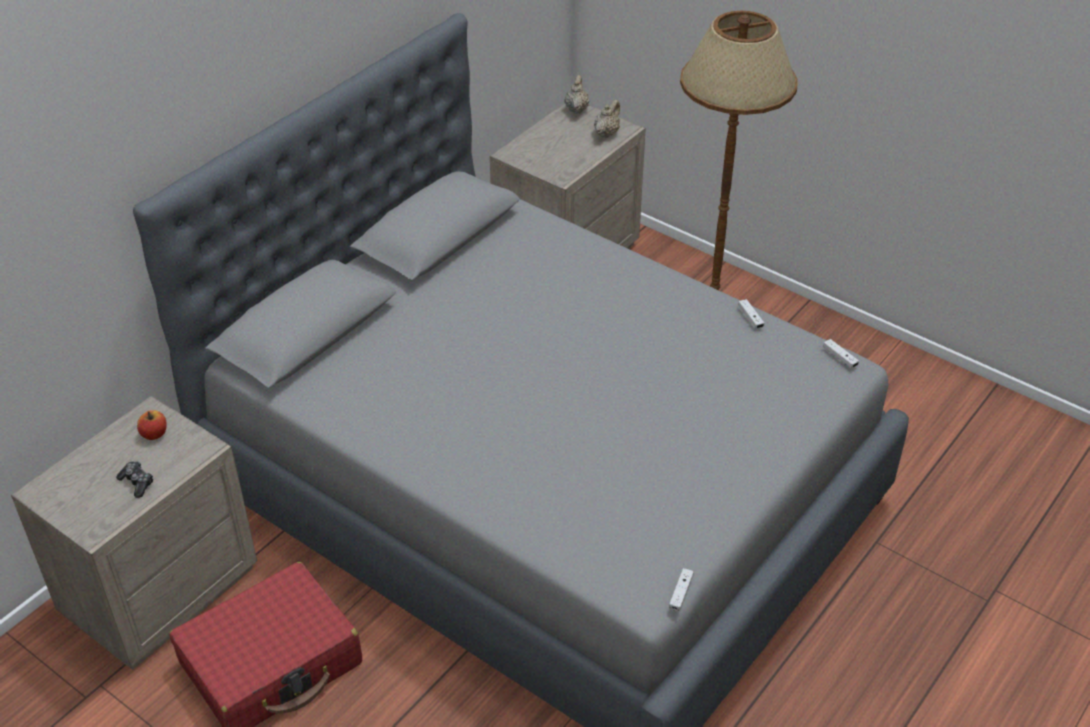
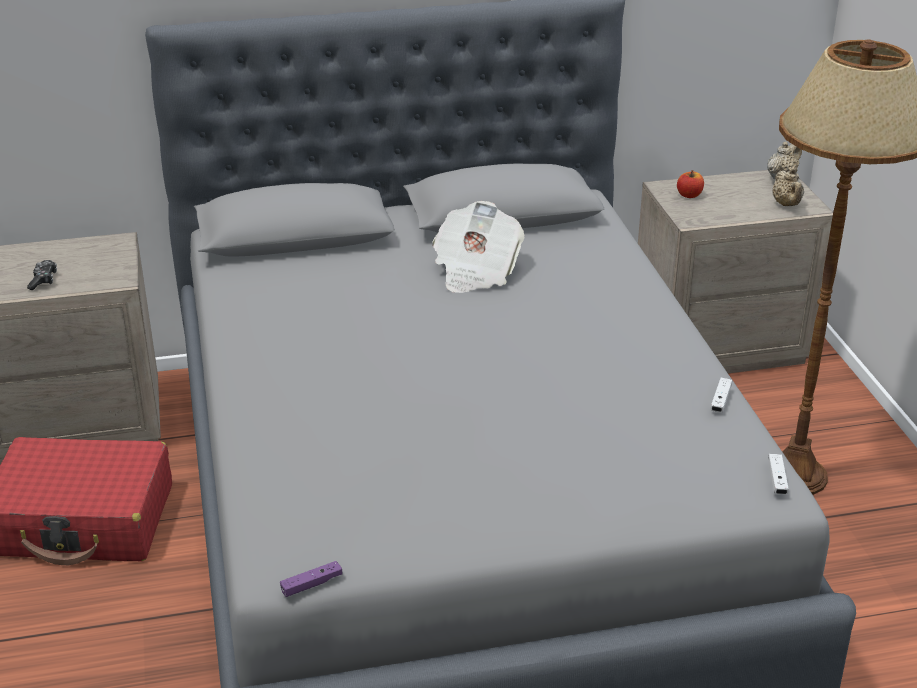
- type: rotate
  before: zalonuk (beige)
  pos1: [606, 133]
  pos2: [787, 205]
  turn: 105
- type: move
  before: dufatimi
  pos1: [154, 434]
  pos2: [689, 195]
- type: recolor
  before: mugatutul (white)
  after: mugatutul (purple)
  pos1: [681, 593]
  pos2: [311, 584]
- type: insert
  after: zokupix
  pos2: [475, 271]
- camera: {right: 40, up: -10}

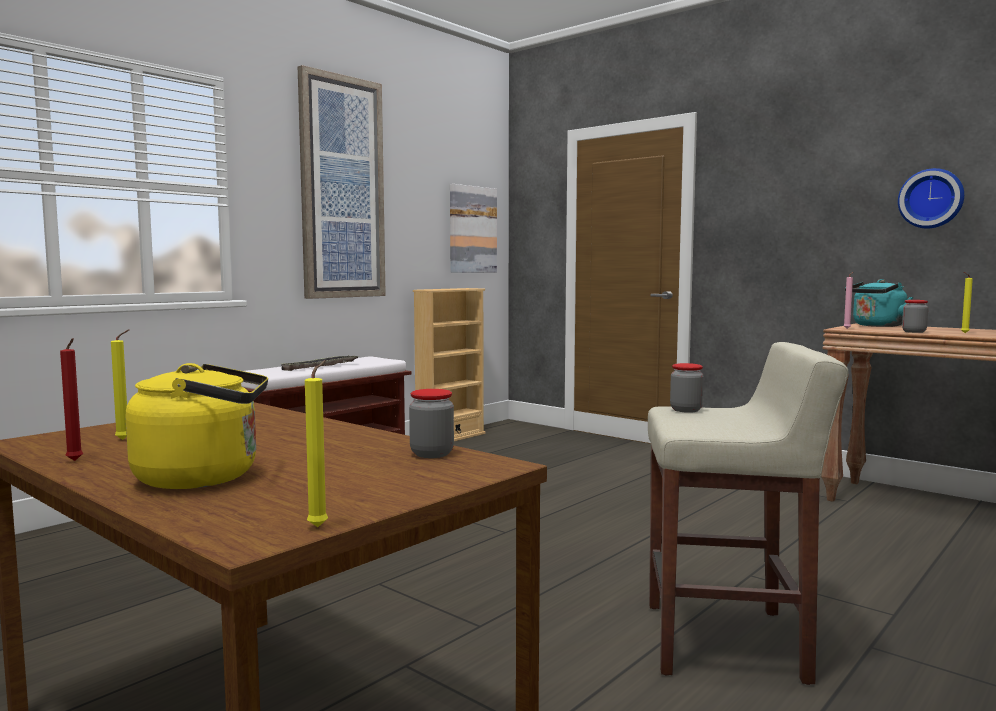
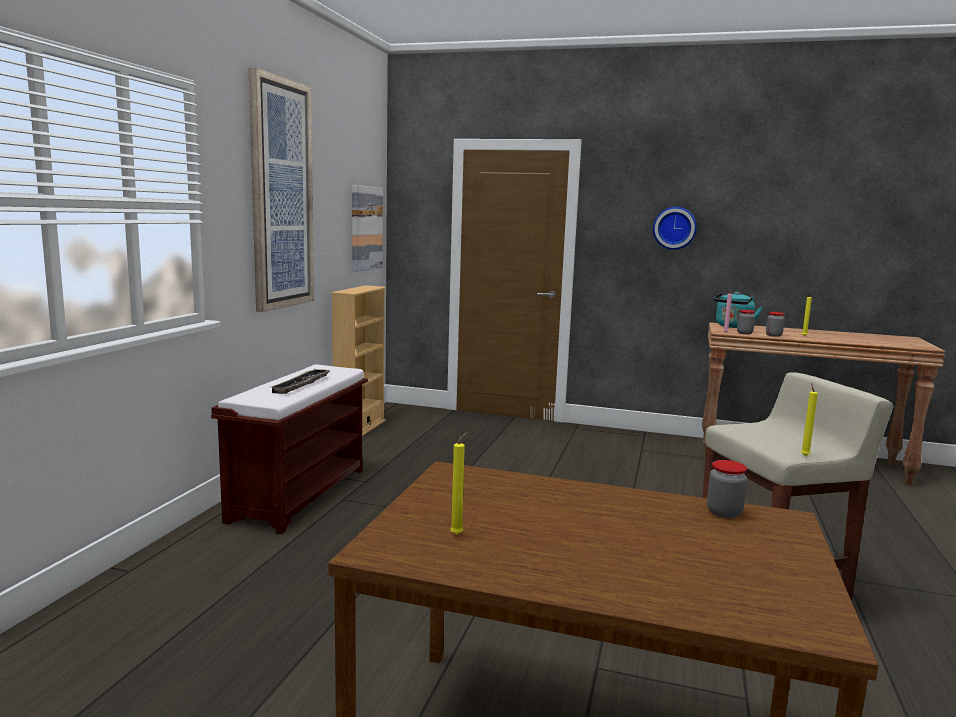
- type: move
  before: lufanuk
  pos1: [931, 199]
  pos2: [674, 228]
- type: delete
  before: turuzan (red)
  pos1: [75, 461]
- type: move
  before: turuzan (yellow)
  pos1: [320, 526]
  pos2: [804, 455]
- type: delete
  before: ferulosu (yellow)
  pos1: [205, 477]
- type: move
  before: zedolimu
  pos1: [686, 410]
  pos2: [744, 333]
- camera: {right: -25, up: 5}

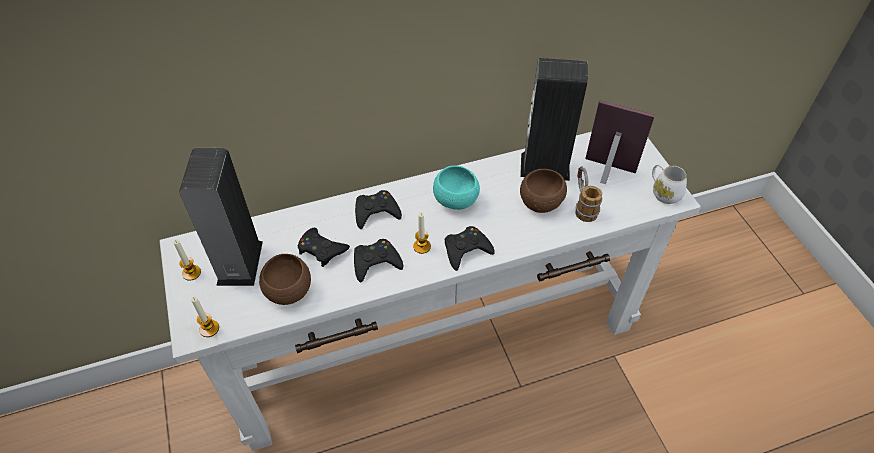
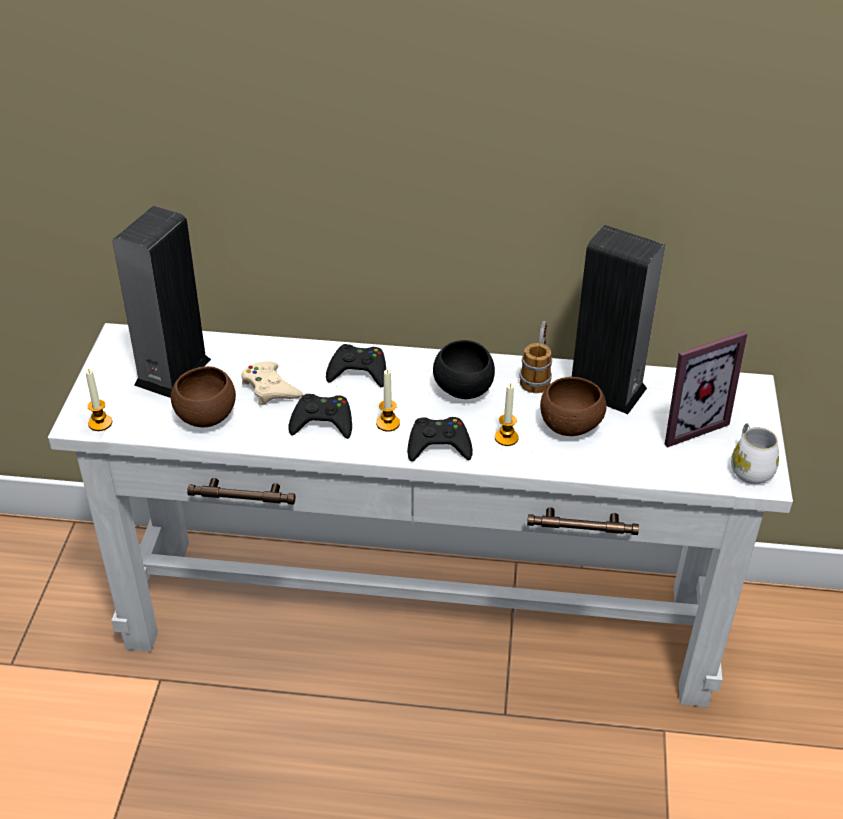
- type: rotate
  before: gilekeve
  pos1: [607, 174]
  pos2: [685, 422]
  turn: 105
- type: recolor
  before: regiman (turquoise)
  after: regiman (black)
  pos1: [455, 201]
  pos2: [463, 390]
- type: move
  before: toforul
  pos1: [582, 205]
  pos2: [536, 375]
- type: recolor
  before: mugatutul (black)
  after: mugatutul (beige)
  pos1: [321, 249]
  pos2: [270, 388]
- type: move
  before: turuzan
  pos1: [191, 273]
  pos2: [506, 438]
- camera: {right: 25, up: -10}

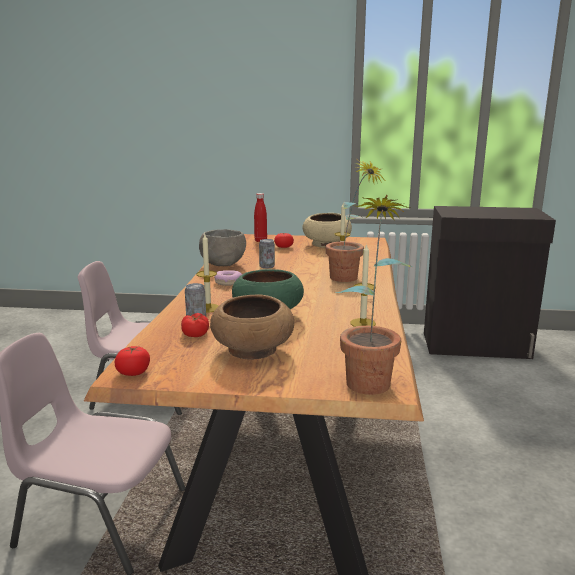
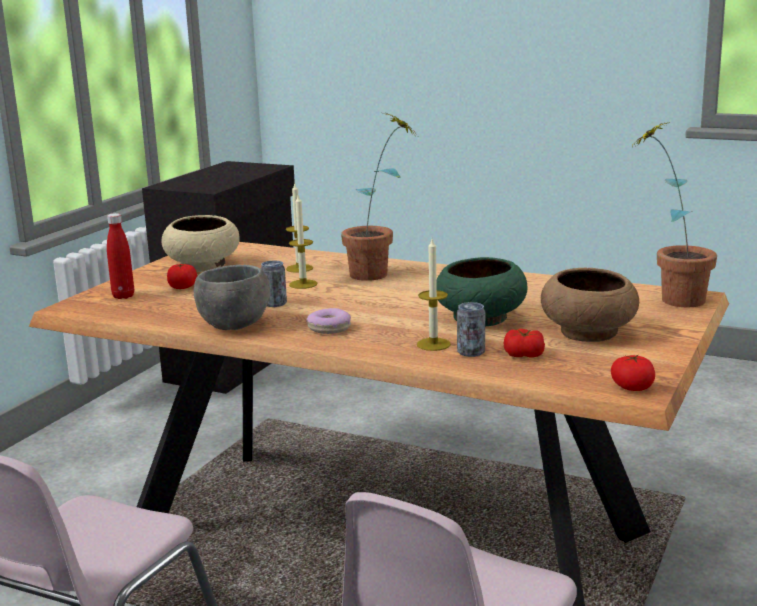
- type: move
  before: turuzan
  pos1: [363, 323]
  pos2: [303, 284]
- camera: {right: -70, up: 0}

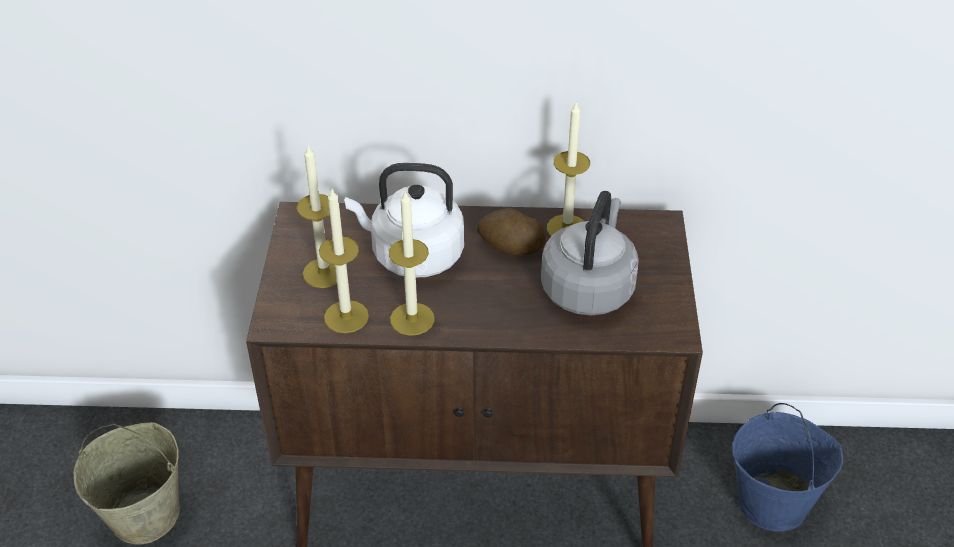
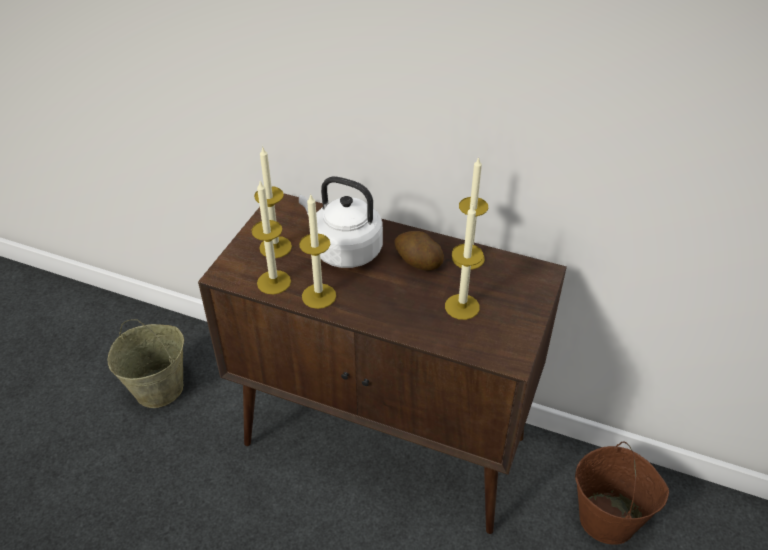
- type: replace
  before: ferulosu (grey)
  after: turuzan
  pos1: [589, 287]
  pos2: [462, 306]
- type: recolor
  before: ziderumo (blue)
  after: ziderumo (brown)
  pos1: [774, 503]
  pos2: [608, 519]
- camera: {right: 20, up: 0}

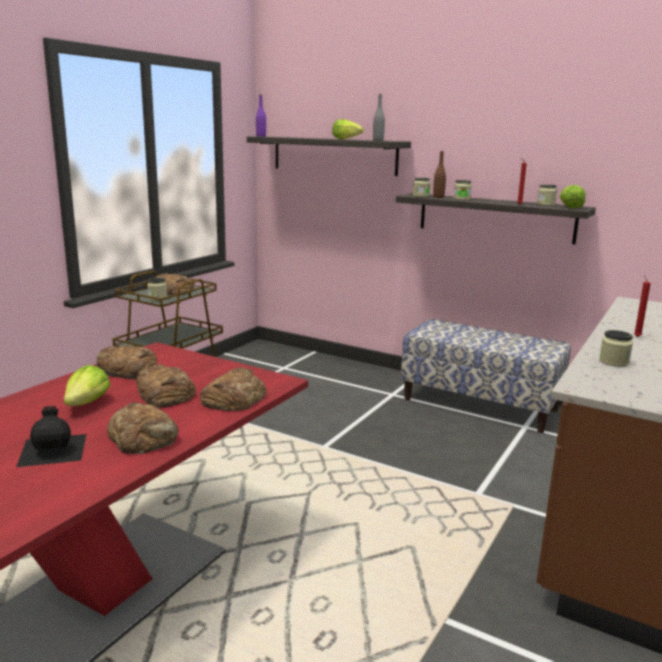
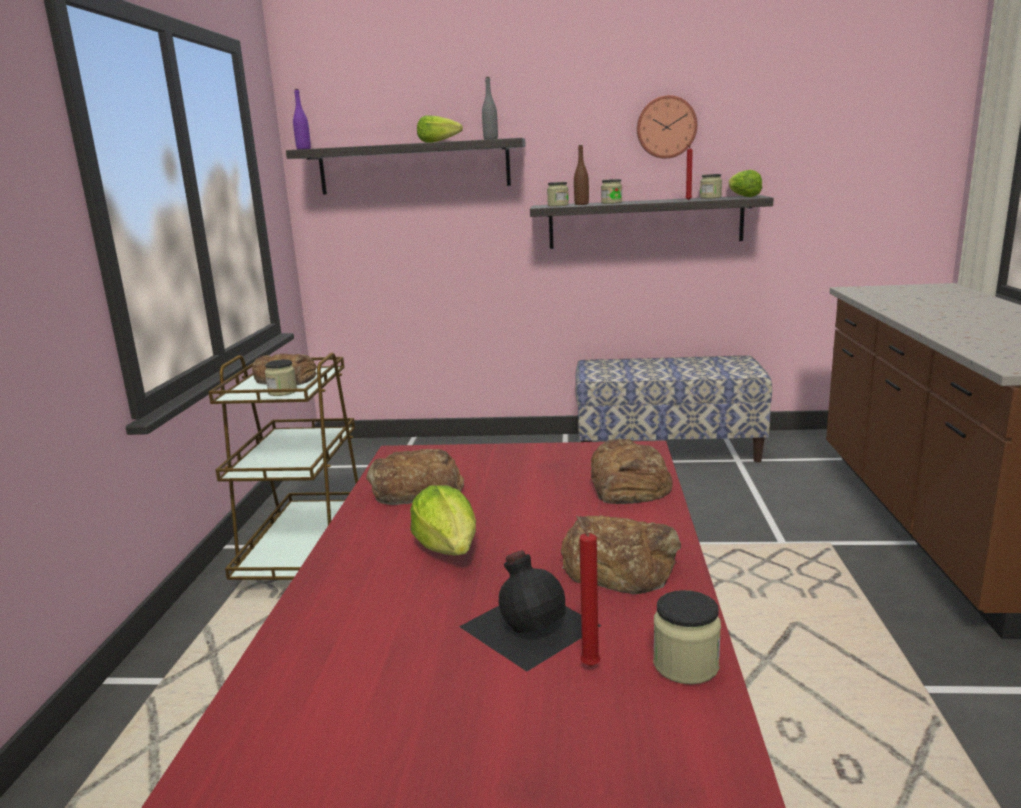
- type: move
  before: turuzan (red)
  pos1: [636, 336]
  pos2: [588, 664]
- type: move
  before: zedolimu
  pos1: [614, 362]
  pos2: [685, 665]
- type: delete
  before: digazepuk
  pos1: [164, 394]
- type: insert
  after: lufanuk
  pos2: [666, 127]
- camera: {right: -25, up: 0}

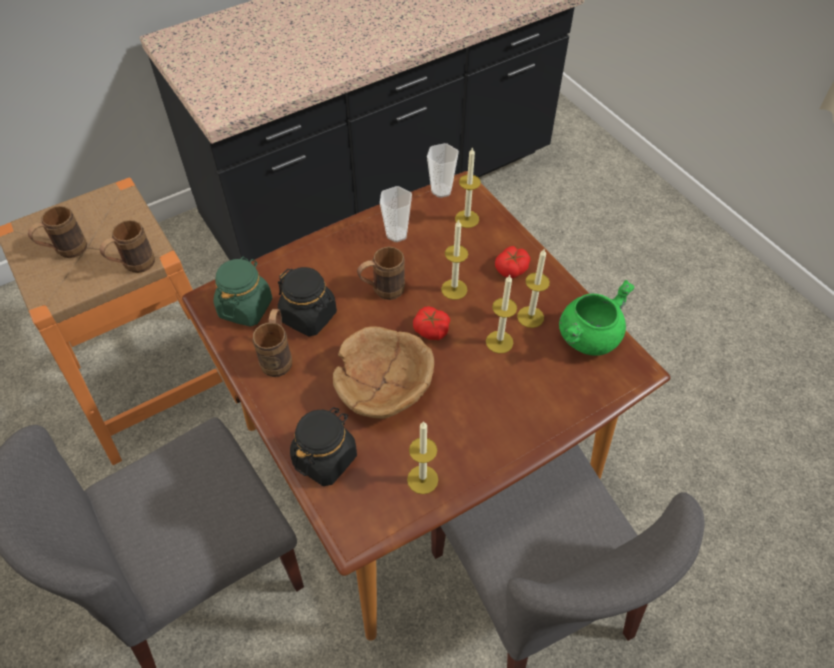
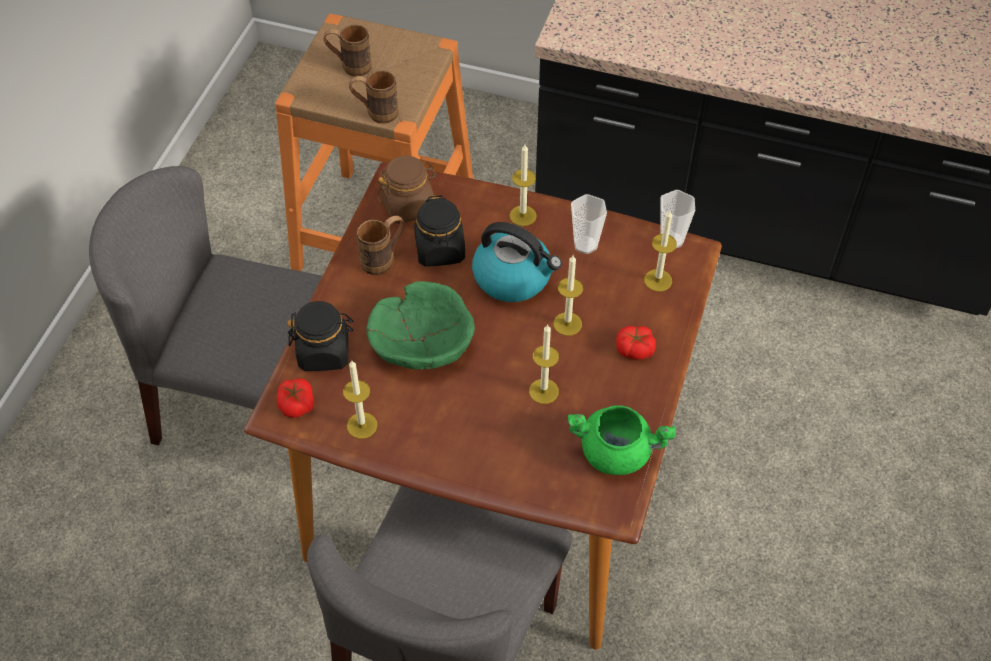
- type: replace
  before: toforul (brown)
  after: ferulosu
  pos1: [382, 291]
  pos2: [513, 277]
- type: move
  before: turuzan
  pos1: [530, 317]
  pos2: [523, 215]
- type: recolor
  before: zedolimu (green)
  after: zedolimu (brown)
  pos1: [245, 307]
  pos2: [408, 206]
- type: move
  before: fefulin
  pos1: [431, 330]
  pos2: [296, 404]
- type: recolor
  before: regiman (brown)
  after: regiman (green)
  pos1: [384, 385]
  pos2: [423, 343]
- camera: {right: 50, up: 0}

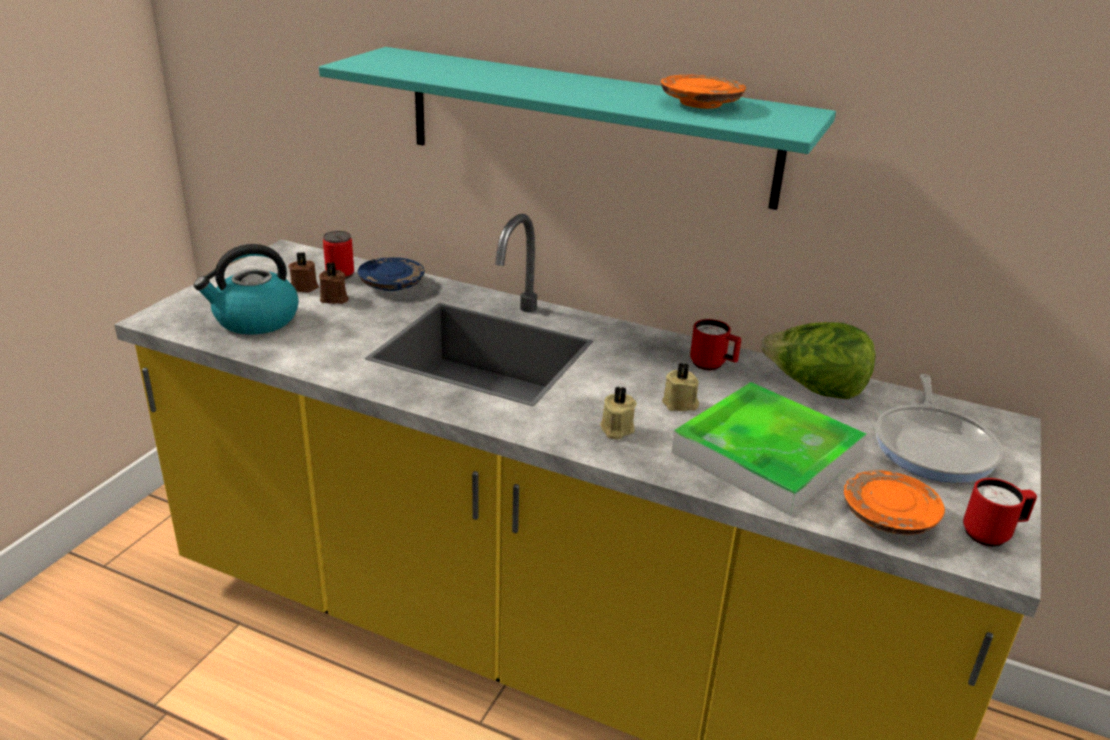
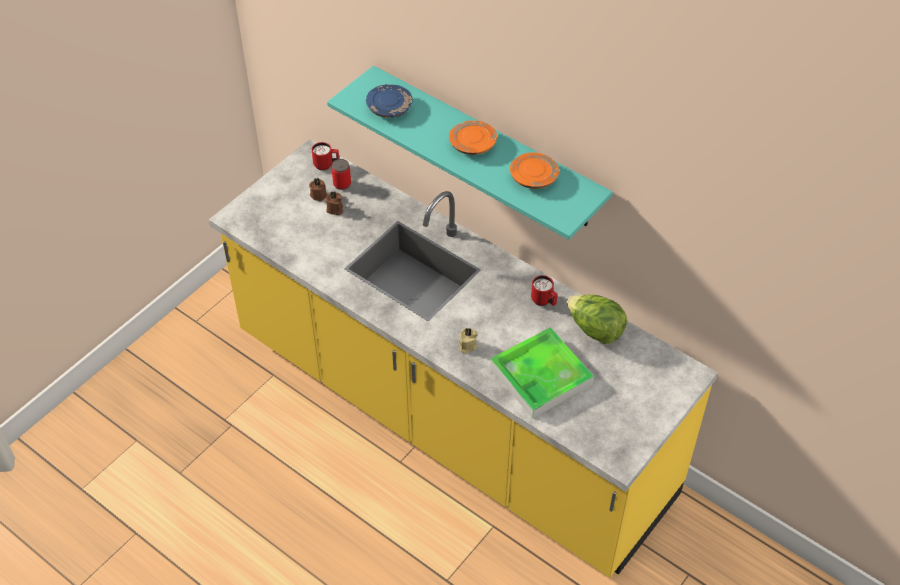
- type: delete
  before: ferulosu
  pos1: [255, 320]
- type: move
  before: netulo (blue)
  pos1: [392, 284]
  pos2: [389, 107]
- type: delete
  before: turuzan (beige)
  pos1: [680, 404]
- type: delete
  before: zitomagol
  pos1: [934, 446]
- type: move
  before: netulo (orange)
  pos1: [888, 516]
  pos2: [472, 144]
- type: move
  before: toforul (red)
  pos1: [992, 534]
  pos2: [326, 165]
- camera: {right: 15, up: 20}

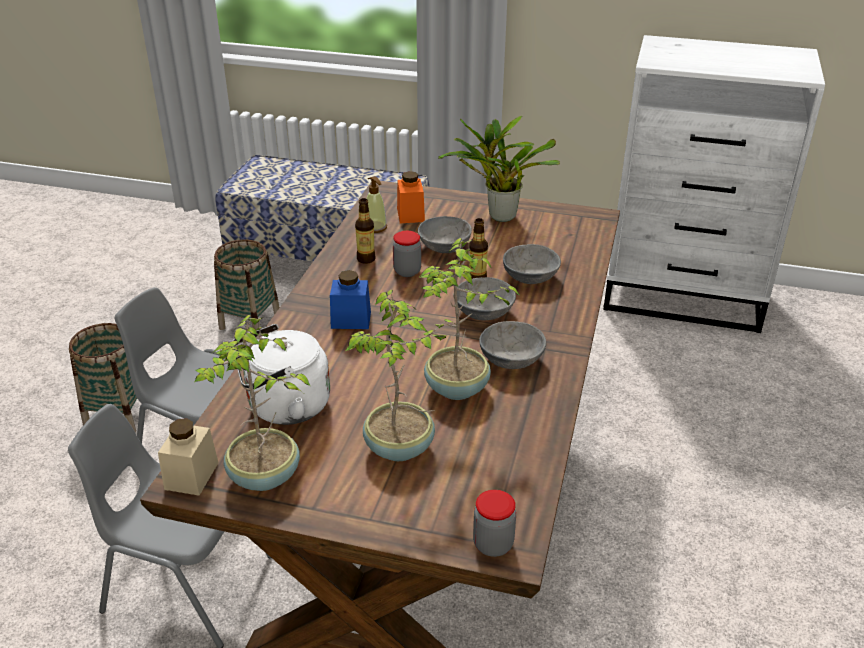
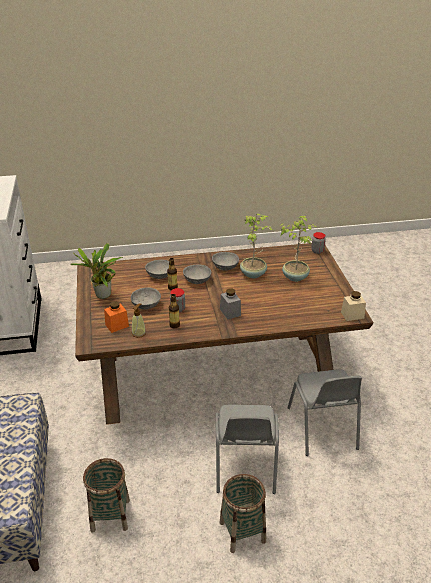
- type: recolor
  before: zedolimu (blue)
  after: zedolimu (grey)
  pos1: [351, 320]
  pos2: [230, 312]
- type: delete
  before: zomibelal
  pos1: [264, 477]
- type: delete
  before: ferulosu (white)
  pos1: [284, 407]
- camera: {right: -115, up: 0}

